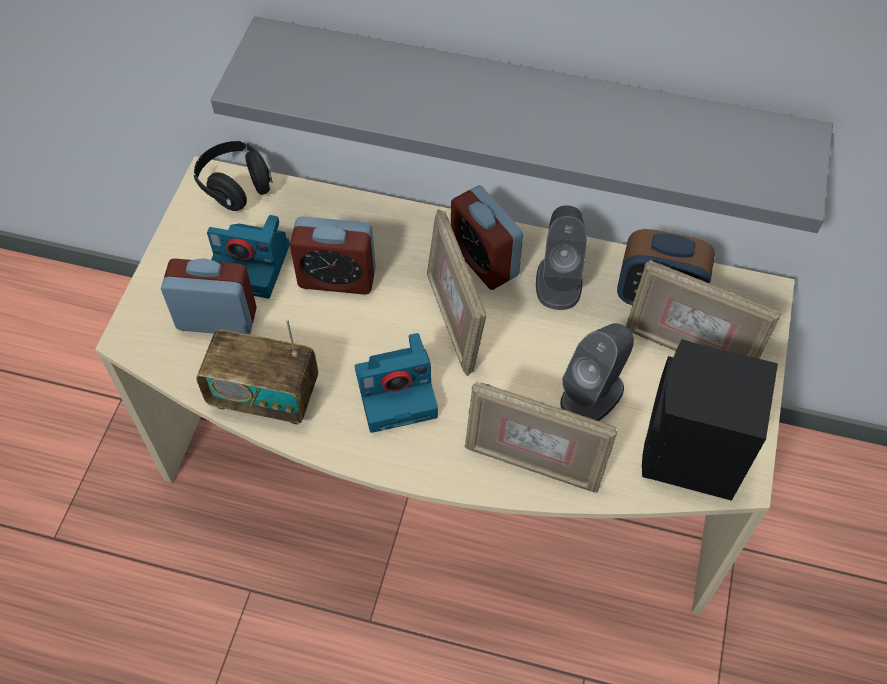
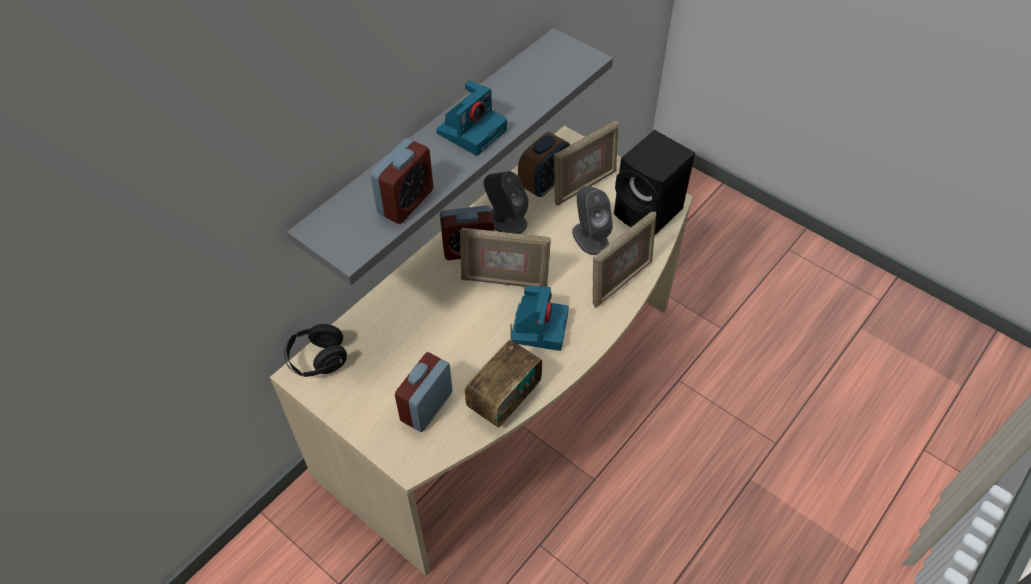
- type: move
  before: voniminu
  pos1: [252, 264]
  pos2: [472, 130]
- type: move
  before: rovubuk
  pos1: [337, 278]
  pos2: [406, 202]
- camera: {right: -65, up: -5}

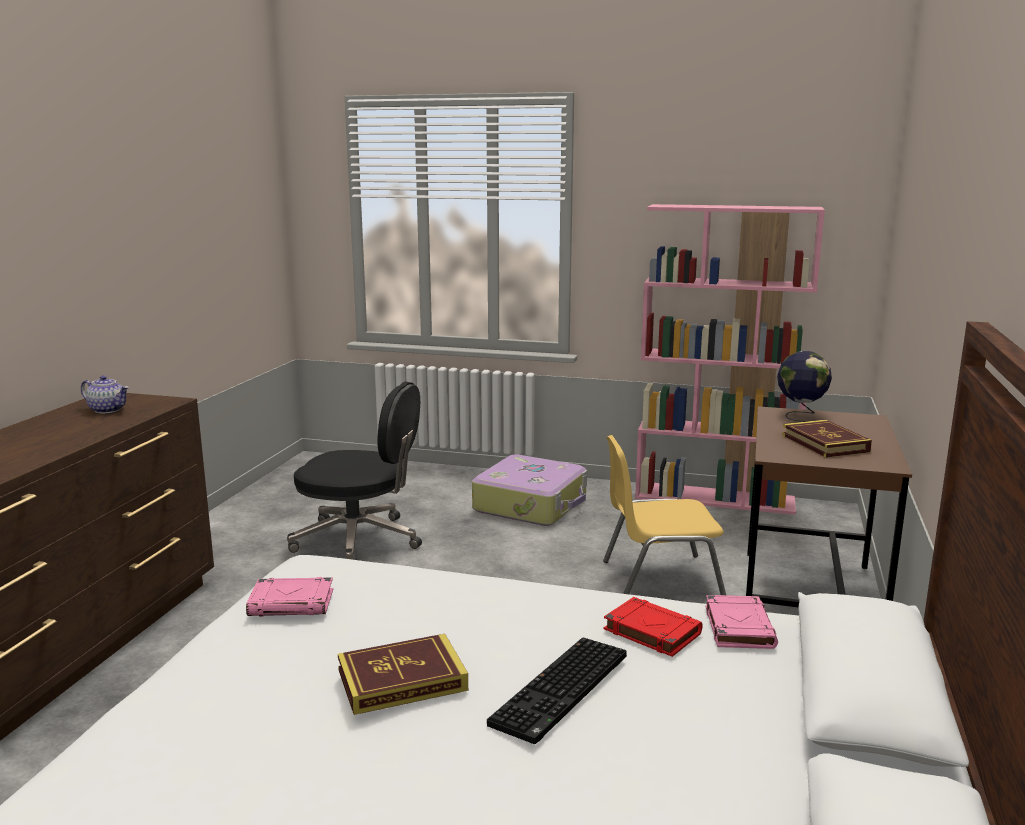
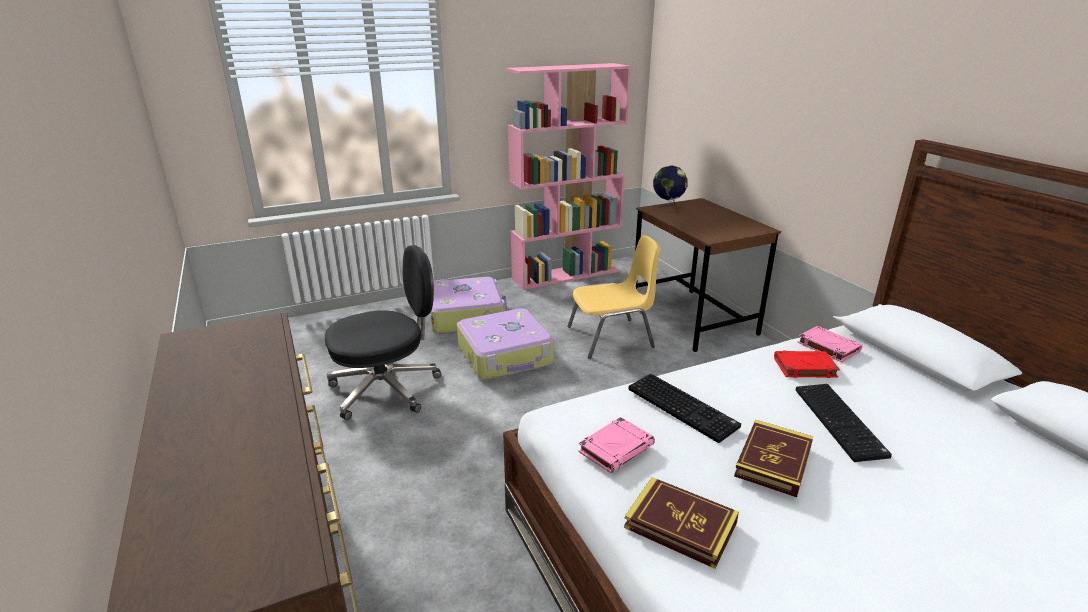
- type: delete
  before: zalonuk
  pos1: [108, 410]
- type: move
  before: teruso
  pos1: [825, 443]
  pos2: [680, 525]
- type: rotate
  before: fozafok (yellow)
  pos1: [659, 579]
  pos2: [611, 337]
  turn: -150
- type: insert
  after: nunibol
  pos2: [506, 356]
- type: insert
  after: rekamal
  pos2: [684, 407]
- camera: {right: -40, up: 10}

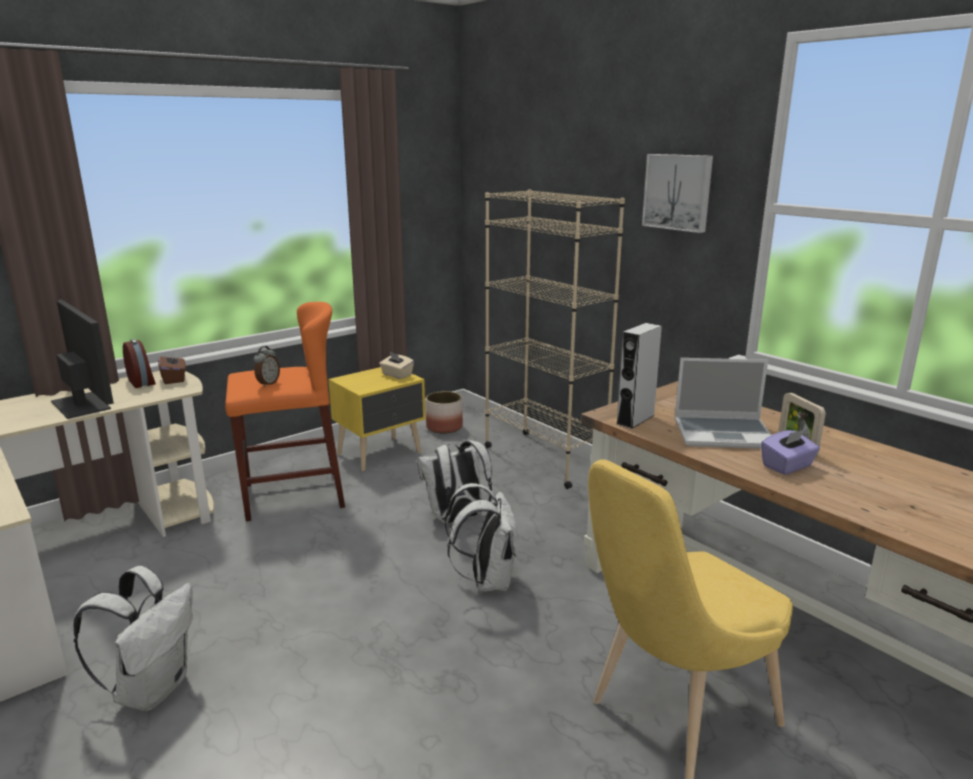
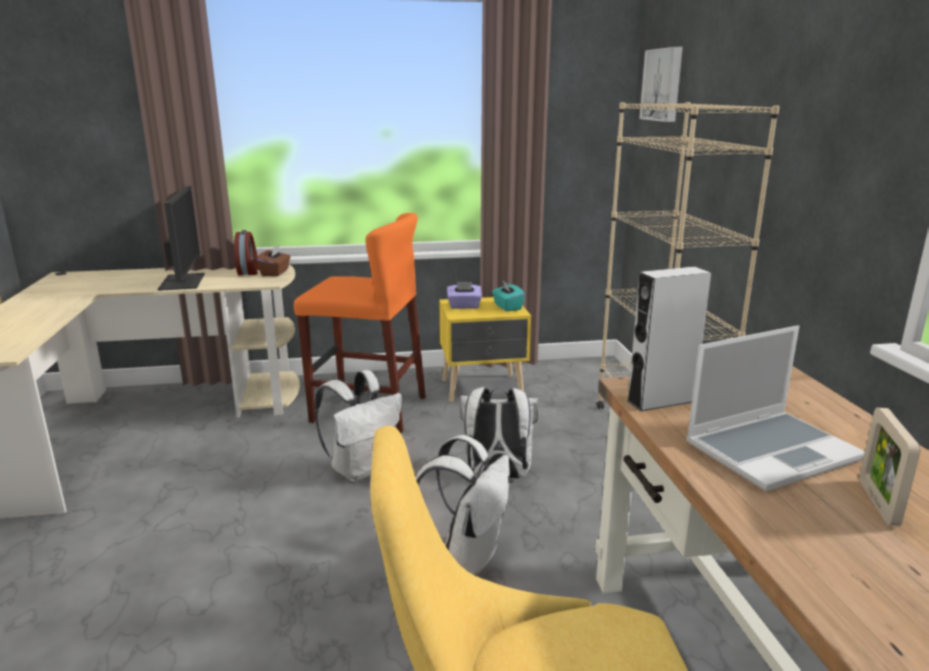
- type: move
  before: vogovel
  pos1: [678, 192]
  pos2: [663, 85]
- type: delete
  before: rovubuk
  pos1: [268, 383]
- type: recolor
  before: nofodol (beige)
  after: nofodol (turquoise)
  pos1: [396, 375]
  pos2: [507, 307]
- type: rotate
  before: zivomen
  pos1: [724, 434]
  pos2: [772, 450]
  turn: -60
- type: delete
  before: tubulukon
  pos1: [444, 427]
- type: move
  before: nofodol (purple)
  pos1: [787, 466]
  pos2: [464, 306]
- type: move
  before: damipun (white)
  pos1: [152, 688]
  pos2: [361, 469]
- camera: {right: 30, up: 0}

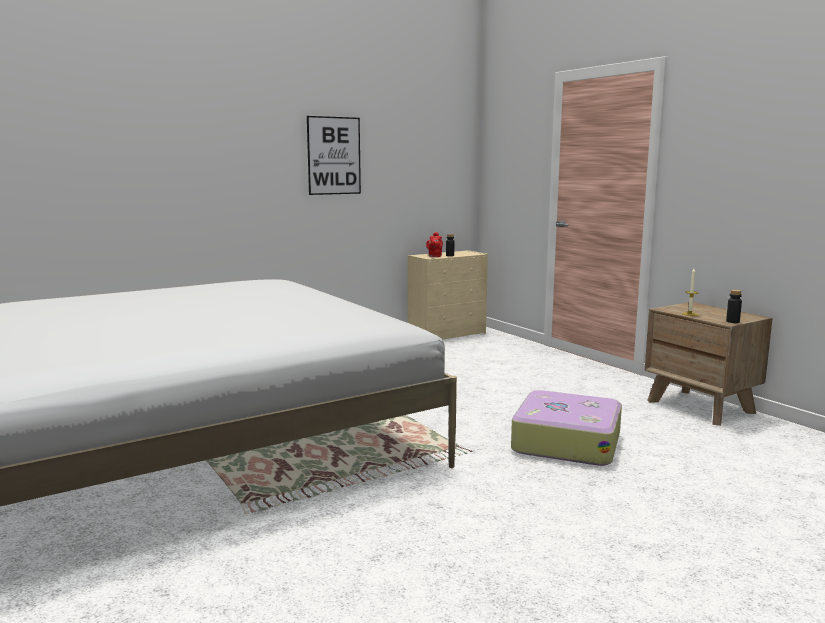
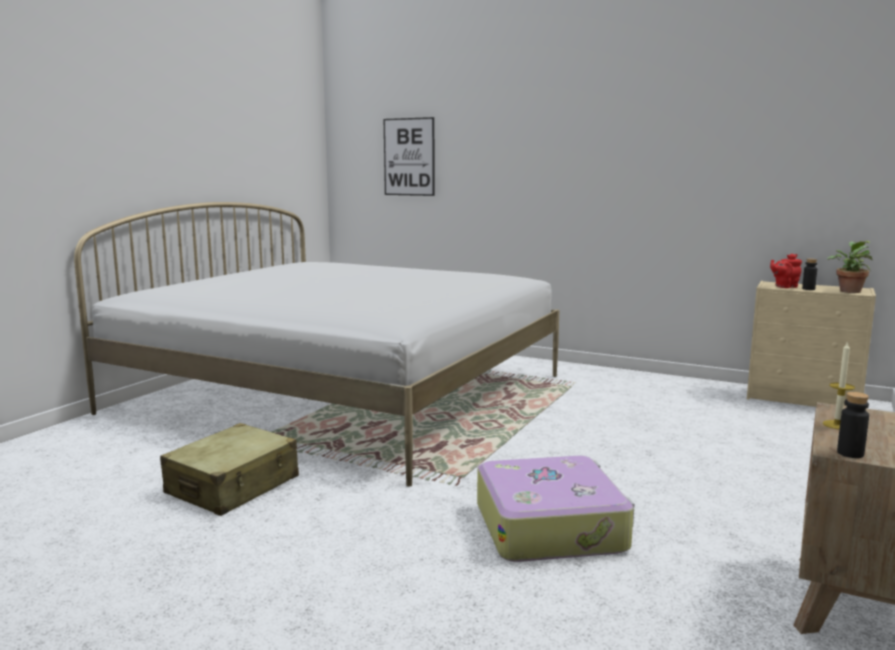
- type: move
  before: vogovel
  pos1: [334, 155]
  pos2: [409, 157]
- type: insert
  after: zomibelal
  pos2: [848, 291]
- type: insert
  after: nunibol (beige)
  pos2: [233, 486]
- camera: {right: 60, up: 0}

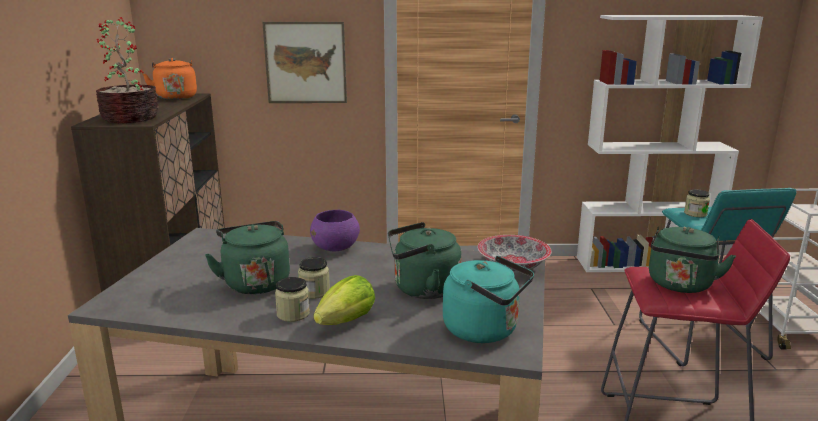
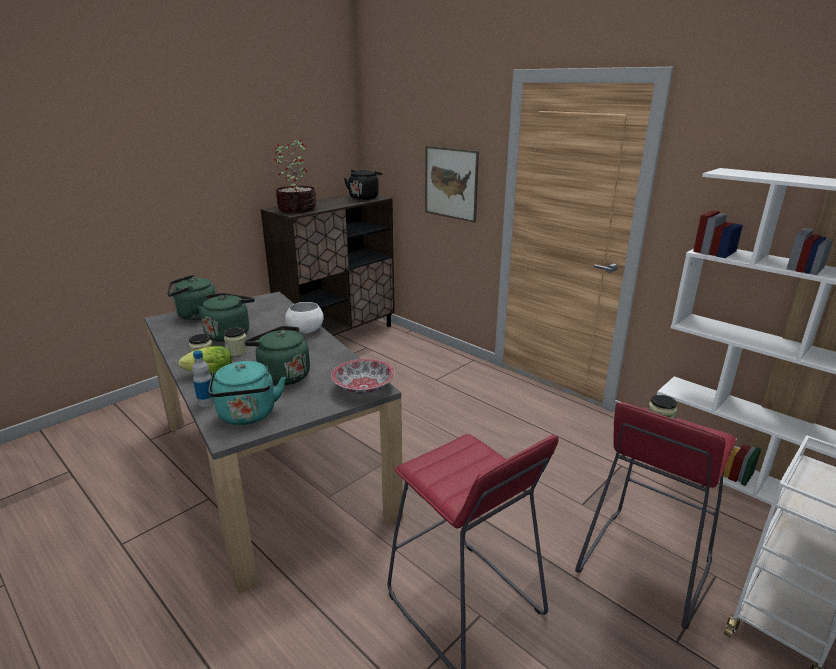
- type: recolor
  before: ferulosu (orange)
  after: ferulosu (black)
  pos1: [176, 97]
  pos2: [364, 197]
- type: recolor
  before: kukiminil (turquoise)
  after: kukiminil (red)
  pos1: [699, 340]
  pos2: [643, 565]
- type: recolor
  before: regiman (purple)
  after: regiman (white)
  pos1: [336, 248]
  pos2: [306, 331]
- type: move
  before: ferulosu (green)
  pos1: [680, 285]
  pos2: [195, 315]
- type: insert
  after: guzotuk
  pos2: [206, 402]
- camera: {right: 45, up: 5}

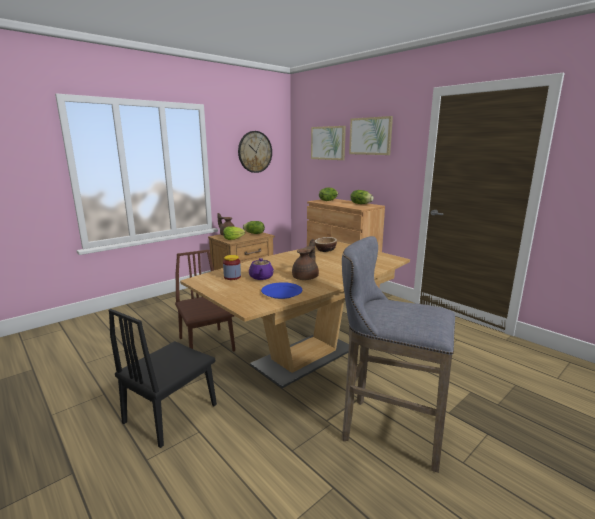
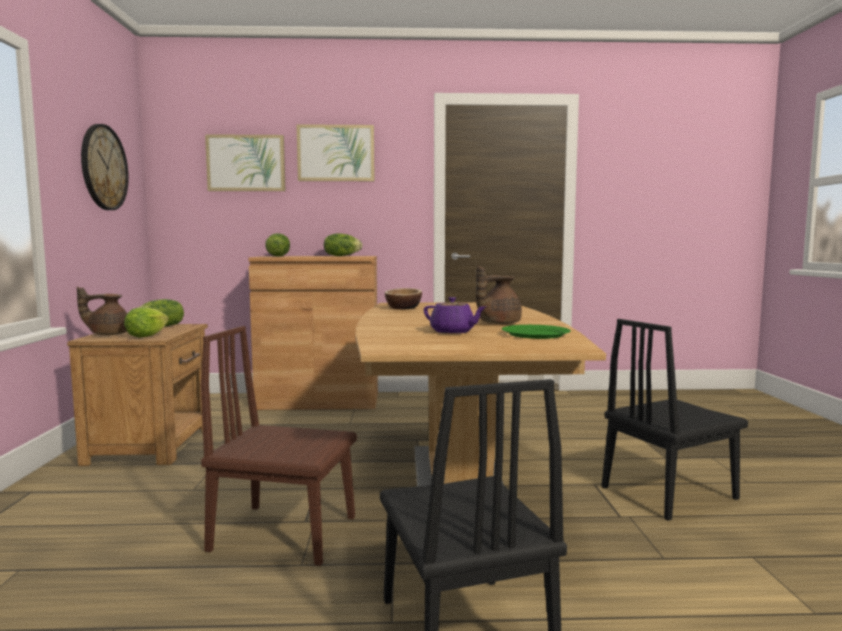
- type: replace
  before: kukiminil (grey)
  after: fozafok (black)
  pos1: [387, 429]
  pos2: [669, 492]
- type: rotate
  before: zalonuk (brown)
  pos1: [306, 277]
  pos2: [497, 323]
  turn: -105
- type: delete
  before: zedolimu
  pos1: [232, 277]
- type: recolor
  before: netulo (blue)
  after: netulo (green)
  pos1: [282, 292]
  pos2: [535, 334]
- camera: {right: -50, up: -10}

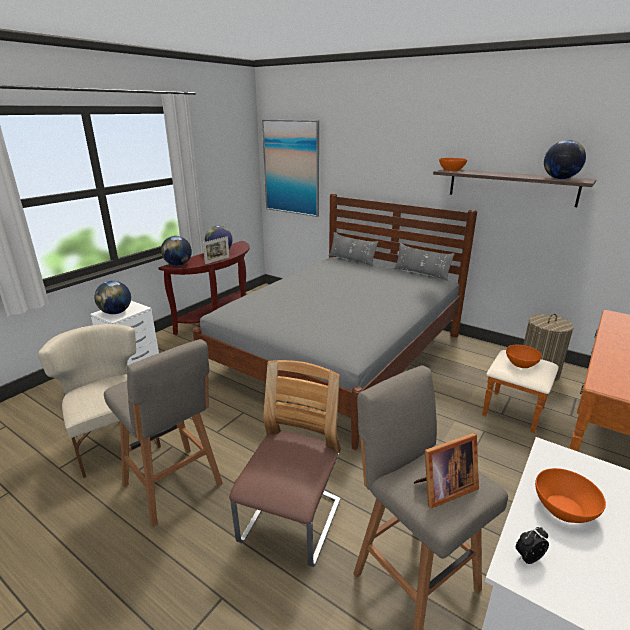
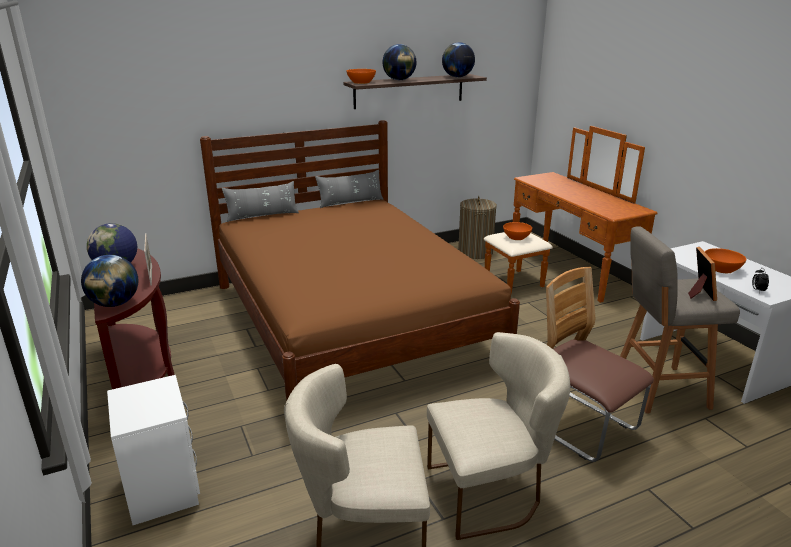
- type: delete
  before: vogovel
  pos1: [291, 168]
- type: recolor
  before: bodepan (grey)
  after: bodepan (brown)
  pos1: [339, 356]
  pos2: [350, 321]
- type: move
  before: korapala
  pos1: [116, 312]
  pos2: [399, 80]
- type: replace
  before: kukiminil (grey)
  after: fozafok (beige)
  pos1: [174, 486]
  pos2: [490, 492]
- camera: {right: -60, up: 0}

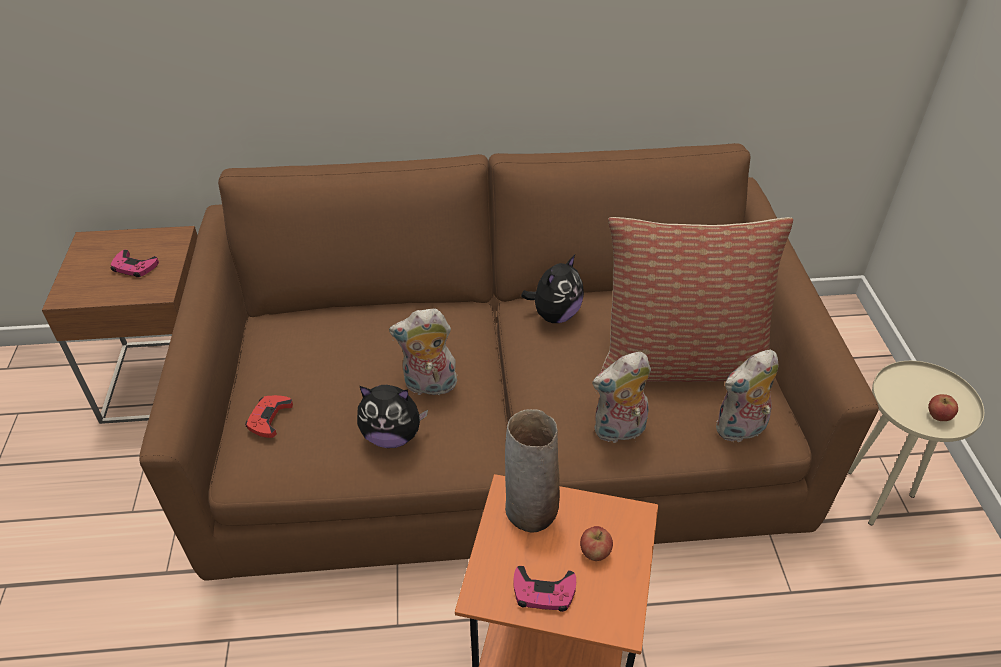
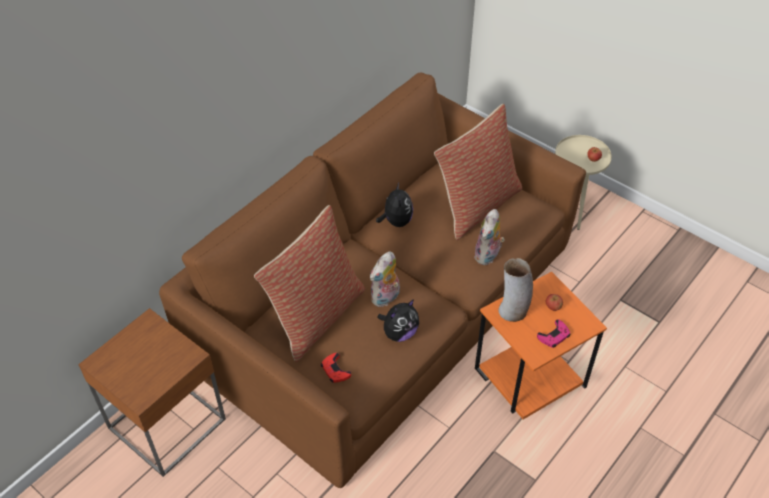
- type: delete
  before: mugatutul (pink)
  pos1: [134, 267]
- type: delete
  before: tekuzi
  pos1: [740, 430]
- type: insert
  after: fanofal
  pos2: [316, 315]
- camera: {right: -45, up: 5}

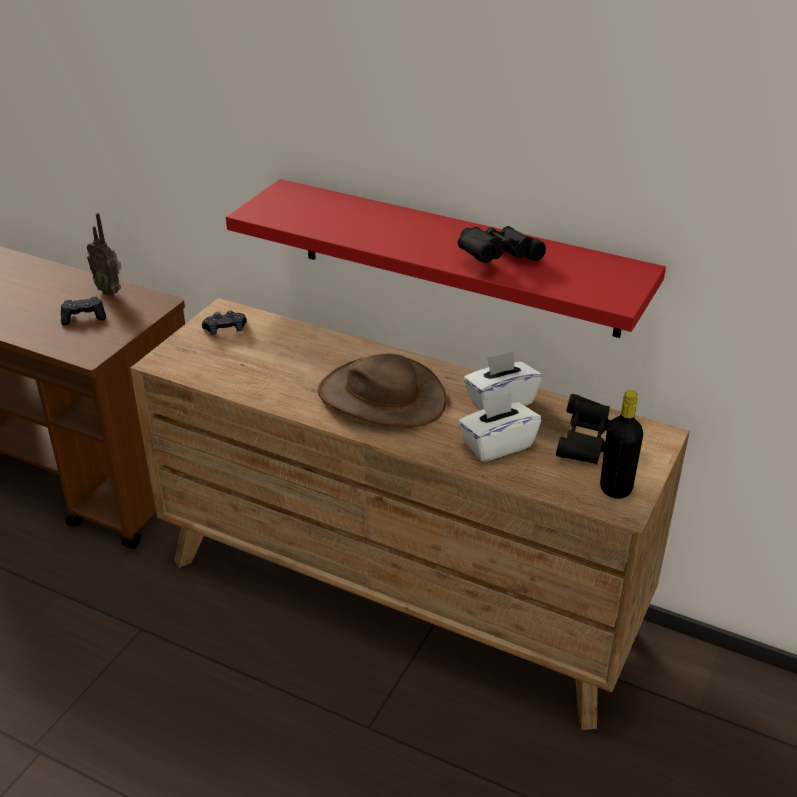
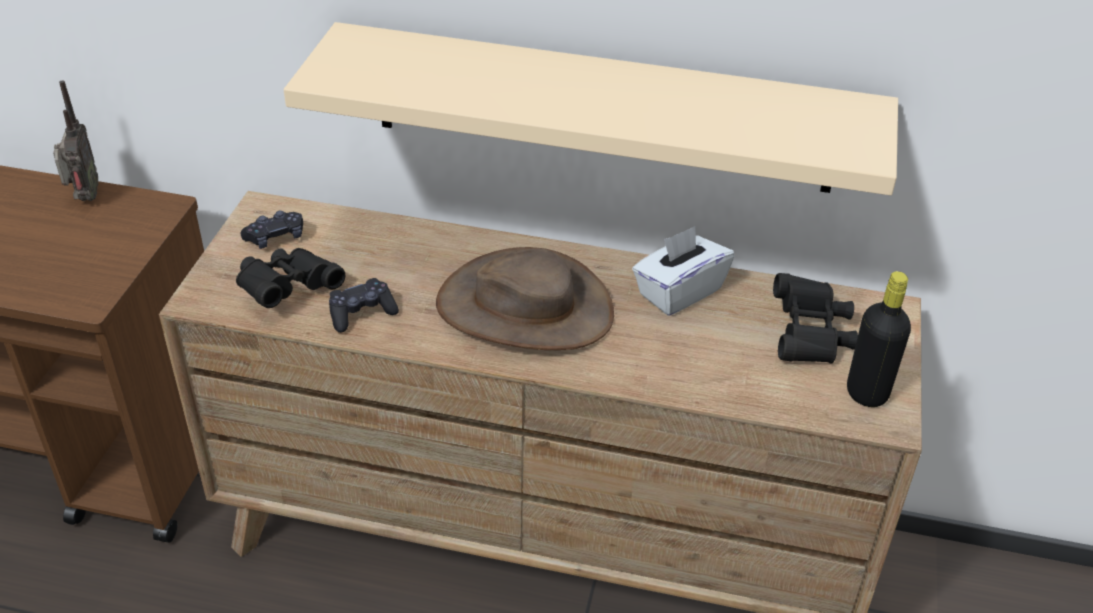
- type: recolor
  before: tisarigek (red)
  after: tisarigek (beige)
  pos1: [457, 257]
  pos2: [603, 108]
- type: rotate
  before: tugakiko
  pos1: [110, 291]
  pos2: [84, 198]
  turn: -120
- type: move
  before: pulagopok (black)
  pos1: [496, 258]
  pos2: [288, 290]
- type: move
  before: mugatutul (black)
  pos1: [83, 317]
  pos2: [361, 313]
- type: delete
  before: nofodol (white)
  pos1: [497, 445]
- camera: {right: -15, up: 5}

